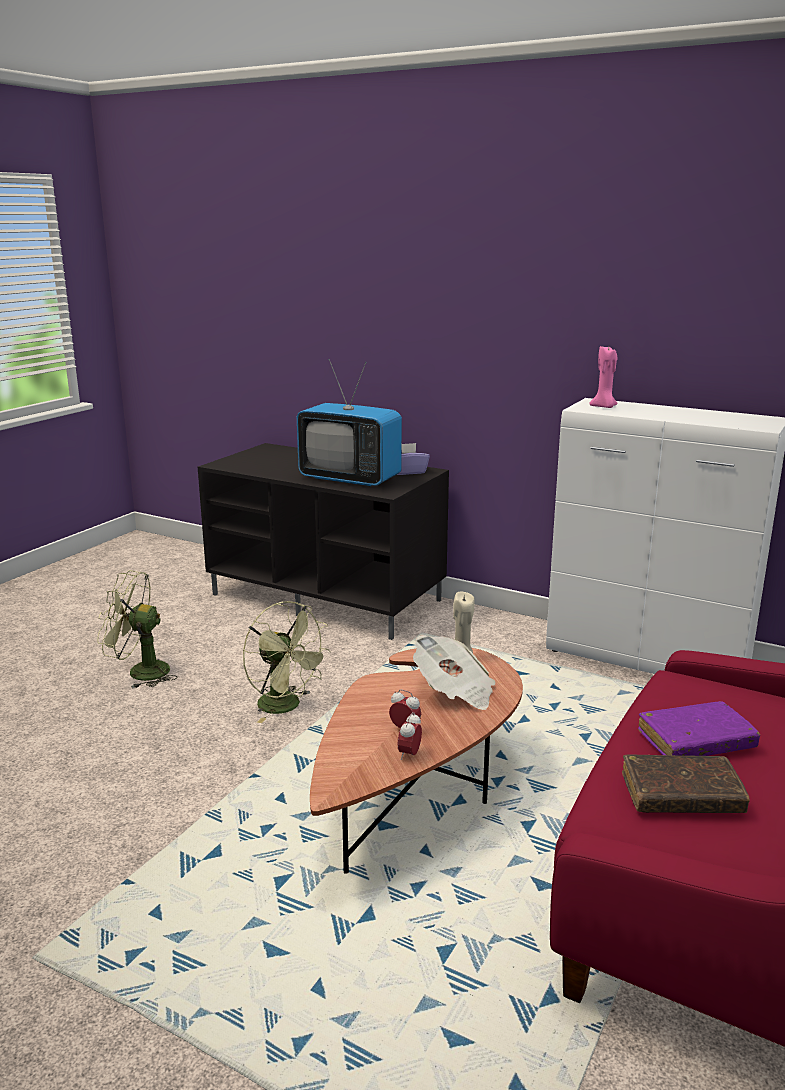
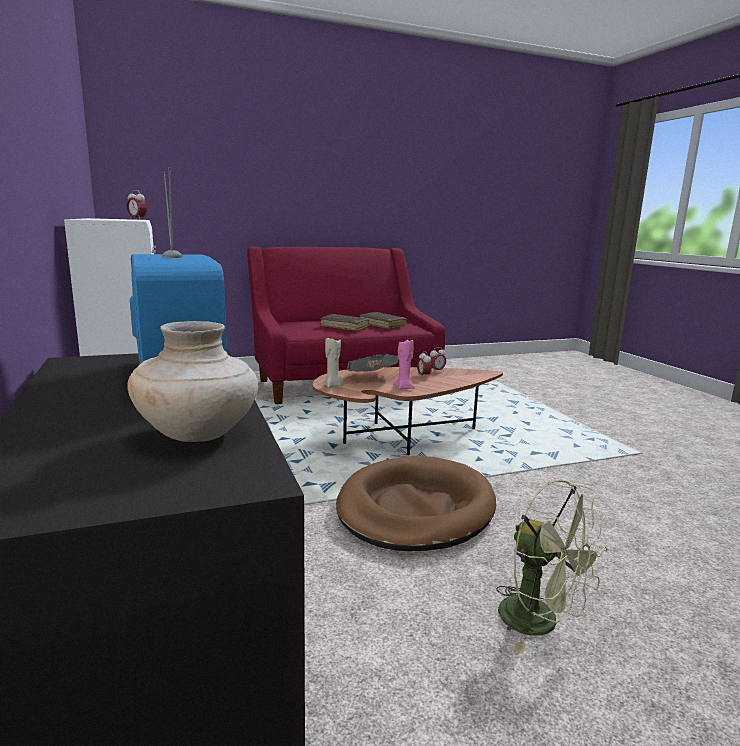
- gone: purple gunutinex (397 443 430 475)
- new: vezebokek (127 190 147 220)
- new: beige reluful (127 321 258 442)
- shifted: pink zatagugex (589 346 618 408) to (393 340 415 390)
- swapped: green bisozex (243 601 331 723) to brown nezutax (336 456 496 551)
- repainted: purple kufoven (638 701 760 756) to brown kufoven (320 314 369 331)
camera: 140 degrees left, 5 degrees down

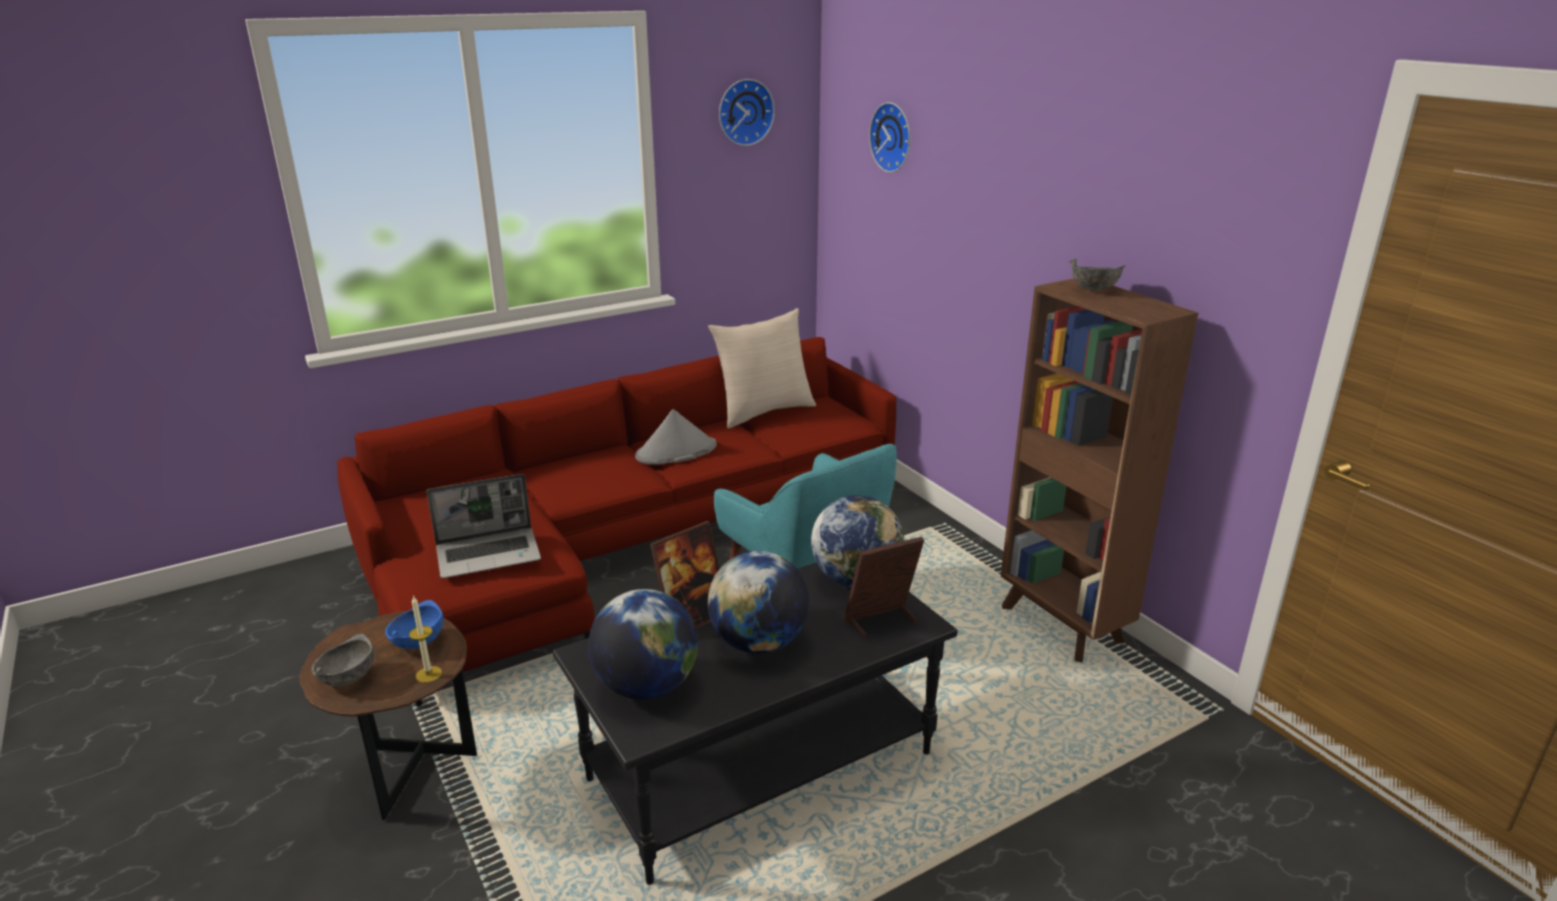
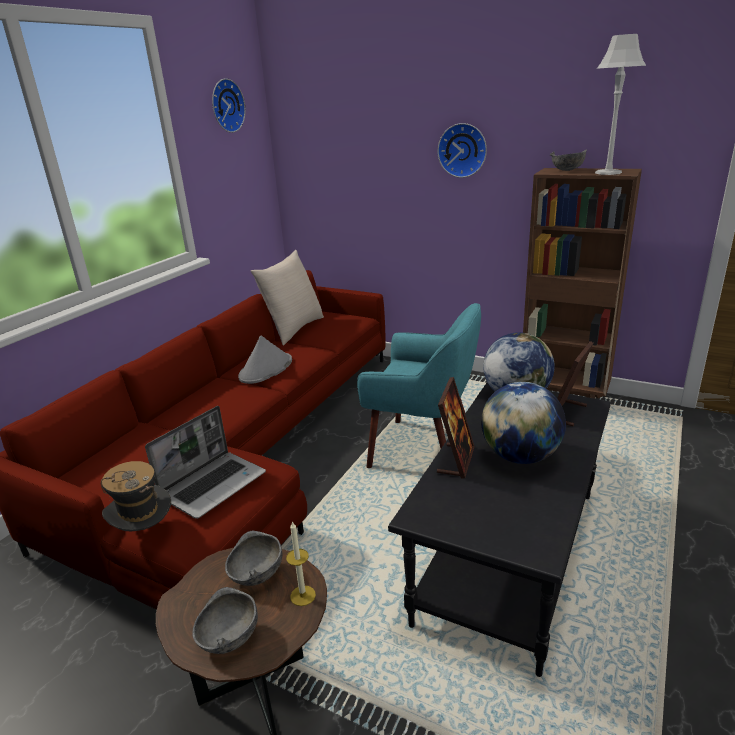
- gone: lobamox (588 589 698 700)
- new: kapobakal (101 461 171 531)
- new: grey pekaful (595 34 647 175)
- shifted: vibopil (869 102 910 173) to (438 123 487 178)
- repainted: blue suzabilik (385 600 444 649) to grey suzabilik (225 531 282 586)
camera: 30 degrees left, 0 degrees up

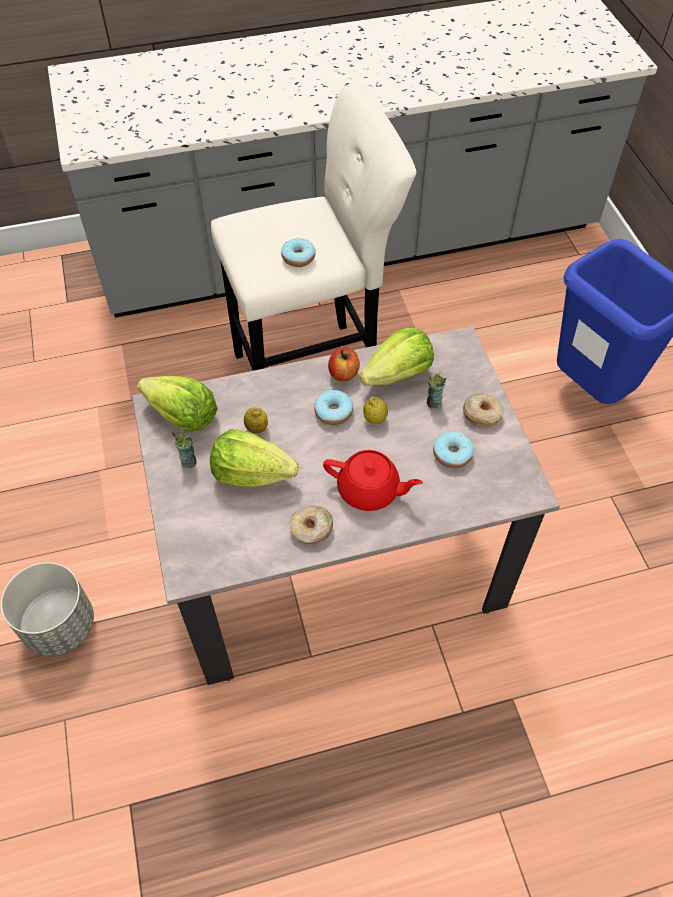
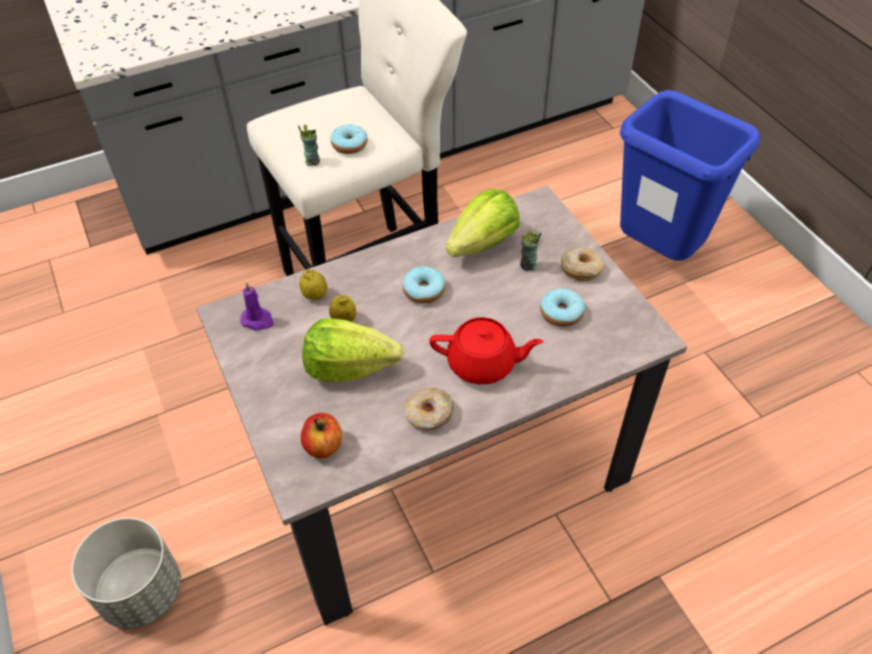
- shifted: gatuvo (172 430 197 468) to (298 124 320 166)
- shifted: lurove (328 347 360 382) to (301 413 342 458)
- shifted: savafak (363 396 388 424) to (300 269 327 300)
- swapped: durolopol (137 376 218 431) to purple zatagugex (241 282 274 330)
camera: 10 degrees left, 5 degrees down

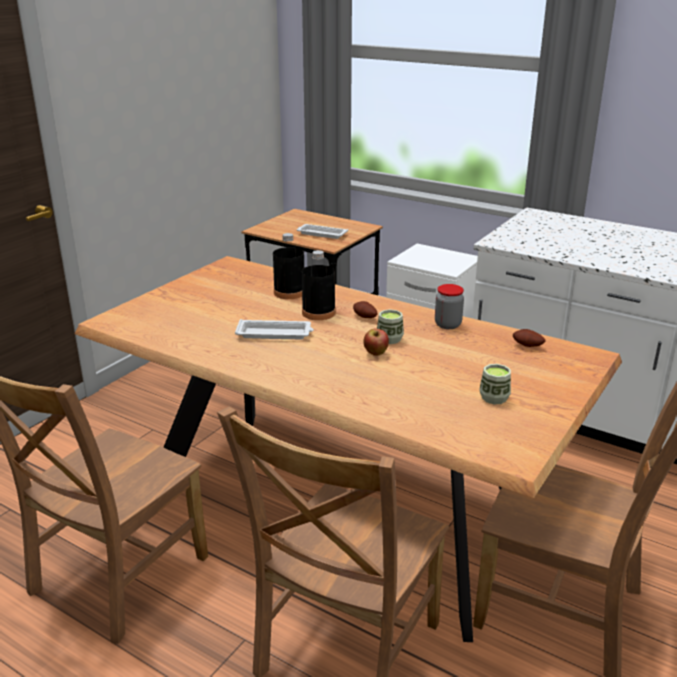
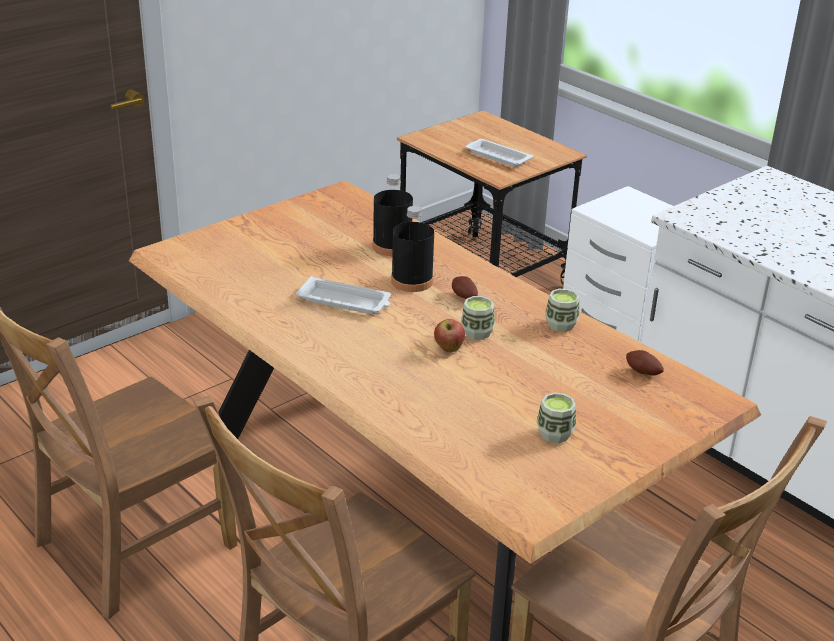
- swapped: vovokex (435 284 464 329) to gatuvo (545 289 579 332)
camera: 15 degrees right, 5 degrees up

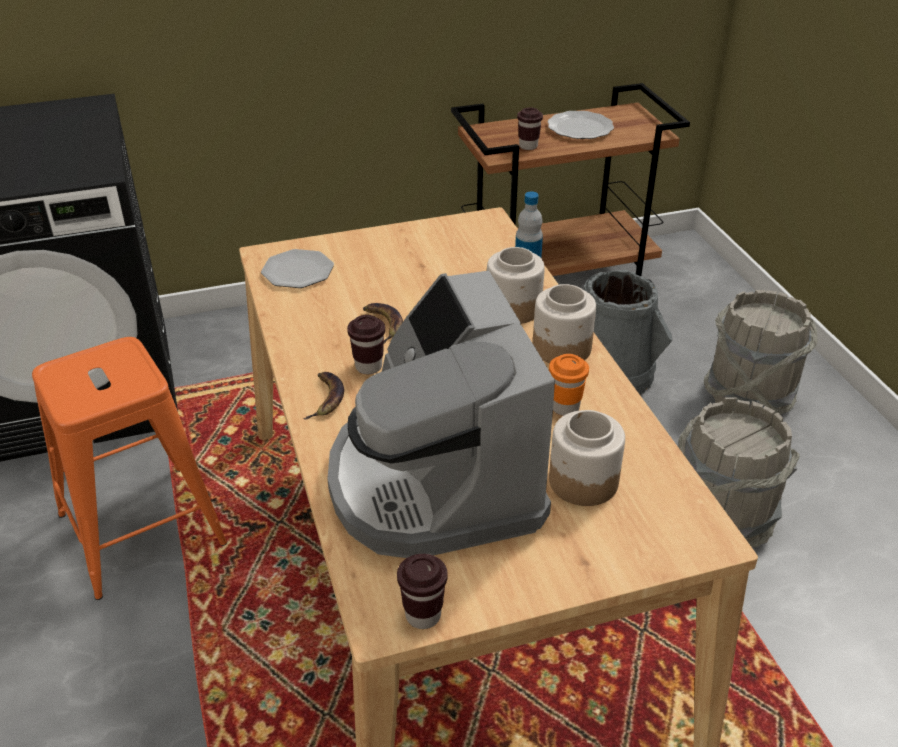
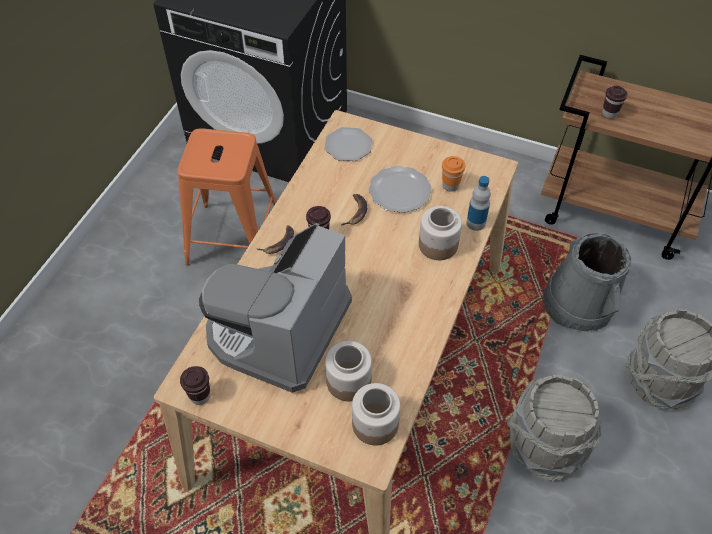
- shifted: vovokex (533 284 596 363) to (352 383 401 445)
- shifted: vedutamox (547 111 614 139) to (369 166 432 213)
- shifted: orange gatuvo (549 354 589 416) to (442 156 465 192)
camera: 40 degrees right, 15 degrees up

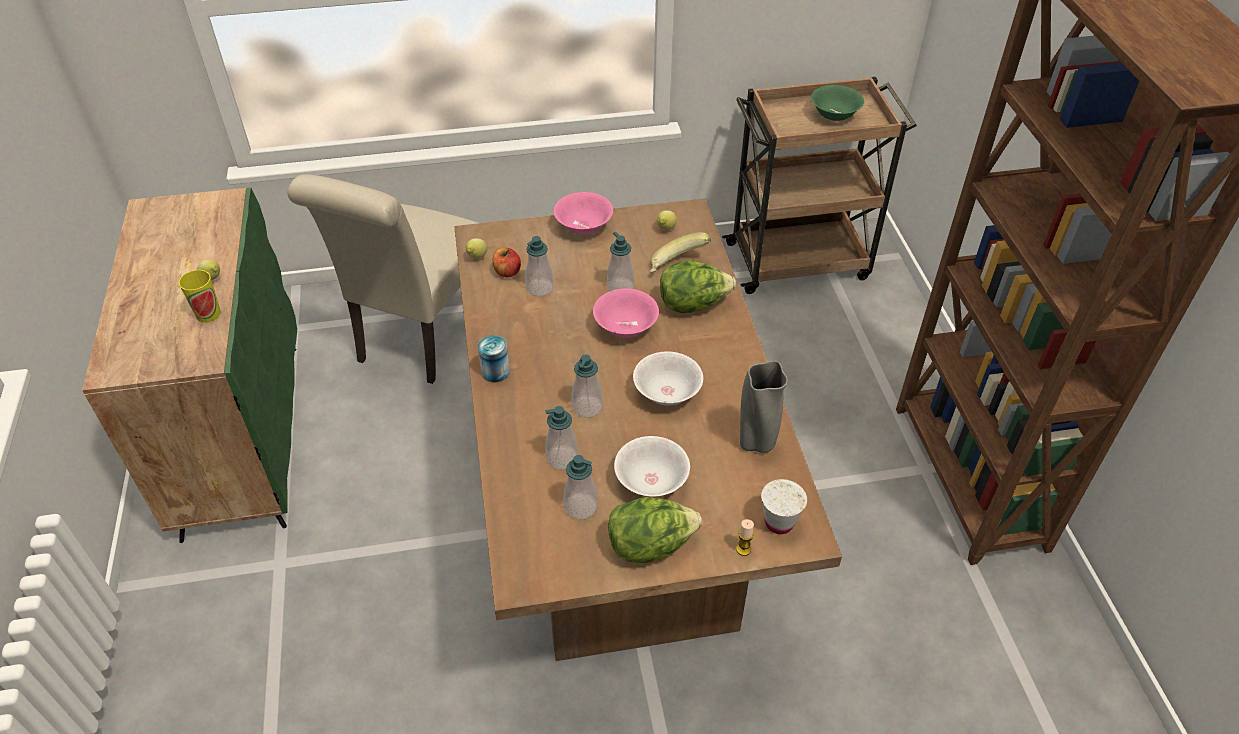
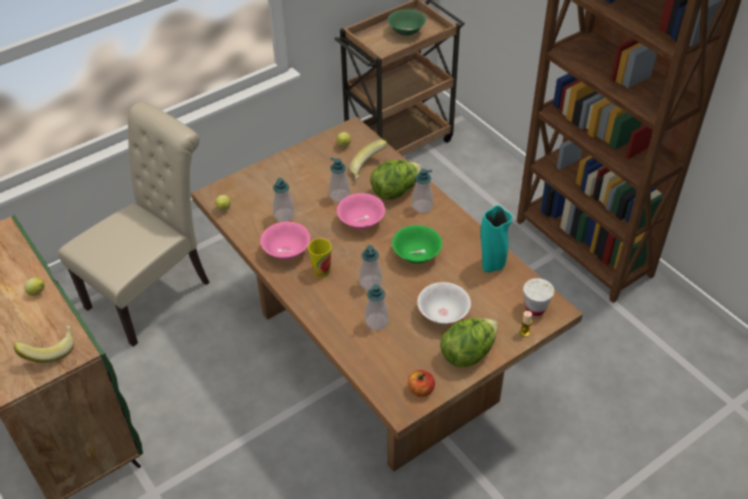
- gone: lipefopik (478 335 510 383)
- new: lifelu (14 326 74 363)
- shifted: gatuvo (179 270 221 322) to (308 238 331 278)
- shifted: lurove (492 248 521 277) to (408 370 435 397)
- shifted: pink suzabilik (554 192 613 235) to (260 222 310 260)
- shifted: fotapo (564 455 597 520) to (412 169 433 213)
- repainted: white suzabilik (633 352 703 406) to green suzabilik (392 225 442 264)
- repainted: grey reluful (740 360 788 453) to turquoise reluful (481 205 513 273)
- rotated: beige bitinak (288 174 478 384) = (58 102 210 347) 135 degrees counterclockwise
camera: 25 degrees left, 0 degrees up

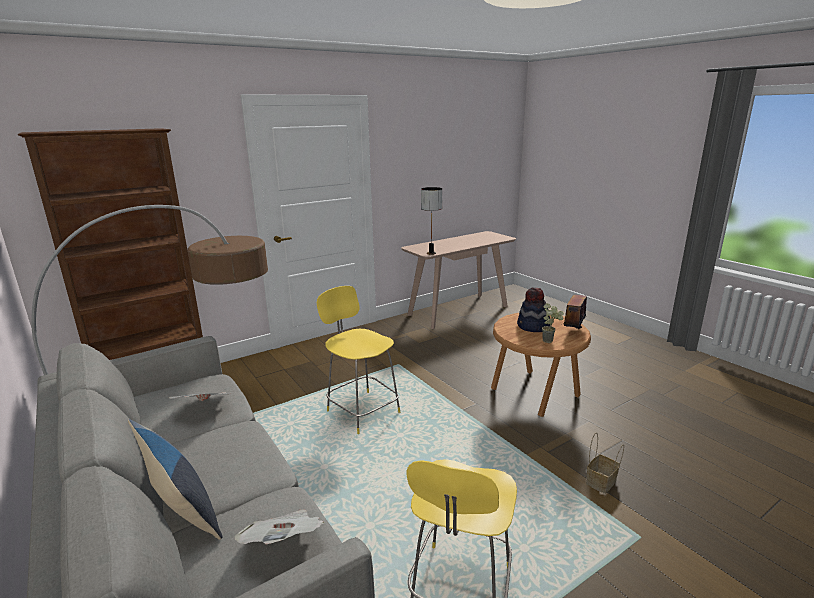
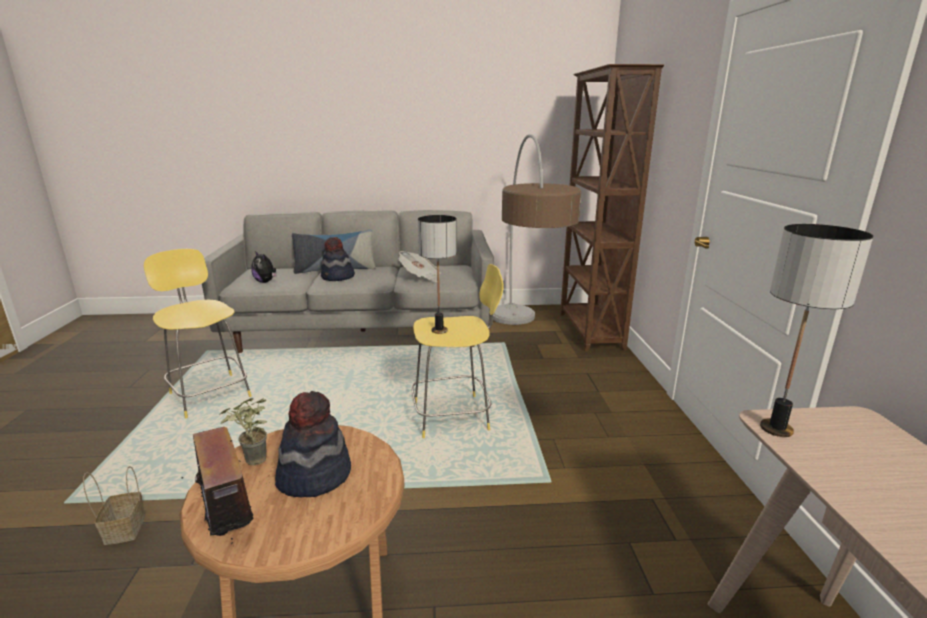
- new: kapobakal (321 237 355 281)
- new: pekaful (418 215 457 334)
- swapped: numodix (234 509 325 544) to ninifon (251 251 277 283)
camera: 120 degrees right, 0 degrees up

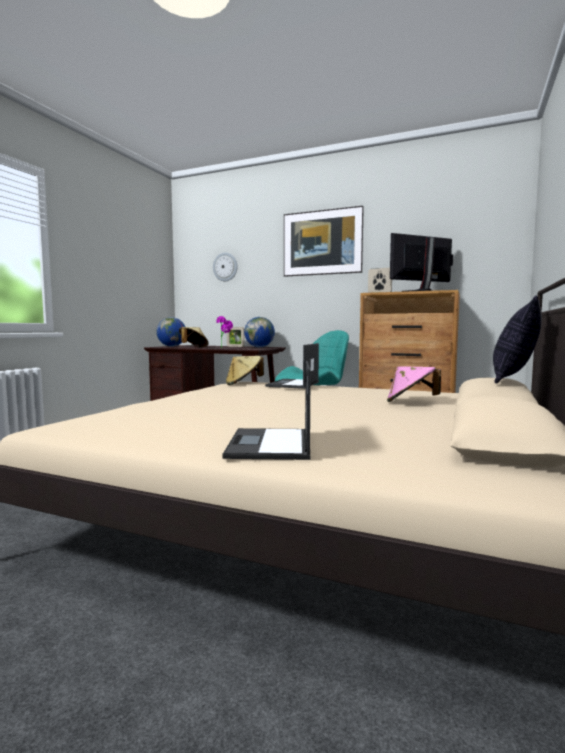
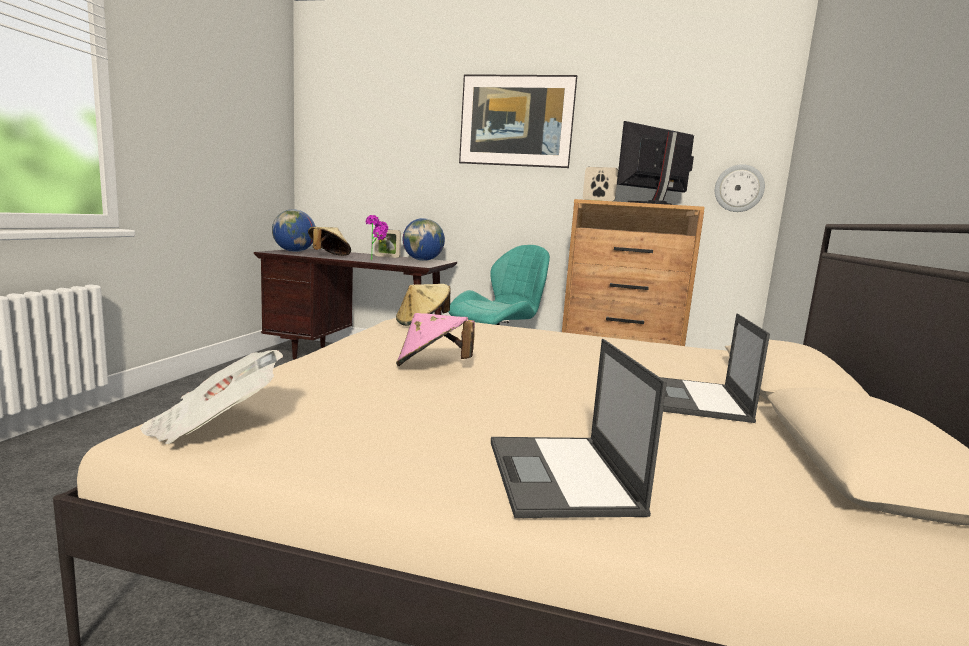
- gone: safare (493 296 542 384)
- new: numodix (140 350 283 444)
- shifted: vibopil (213 252 238 281) to (715 164 765 212)
- shifted: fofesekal (265 343 319 389) to (660 313 770 423)
- shifted: pink kapobakal (387 366 441 402) to (396 313 475 366)
camera: 10 degrees left, 5 degrees up

